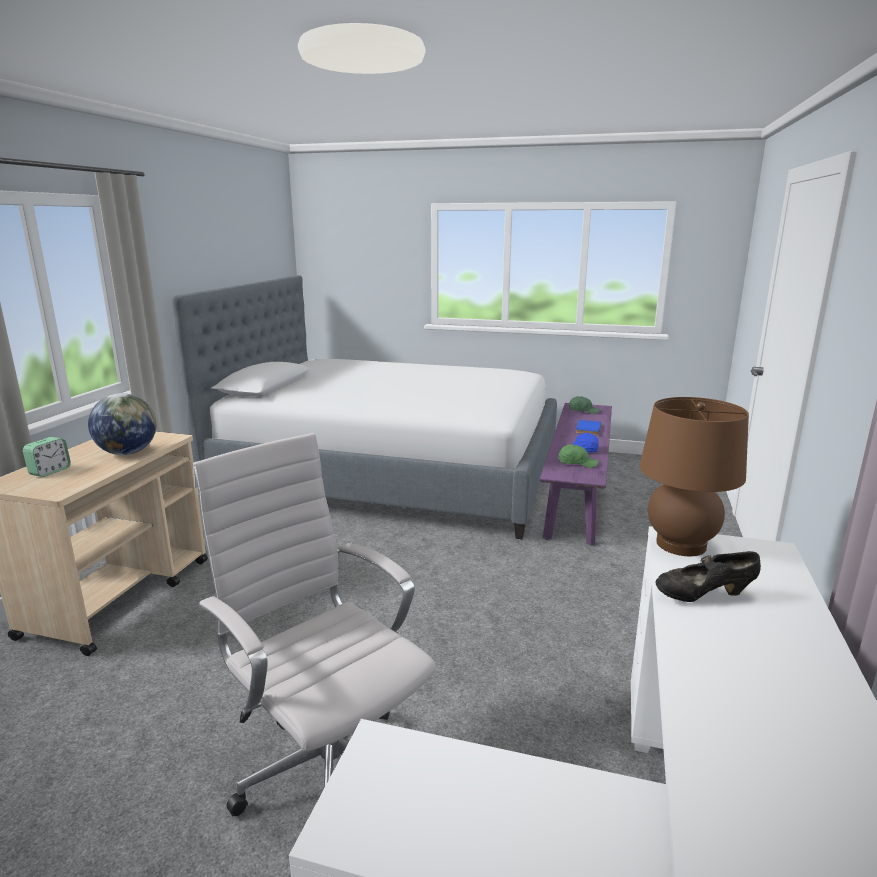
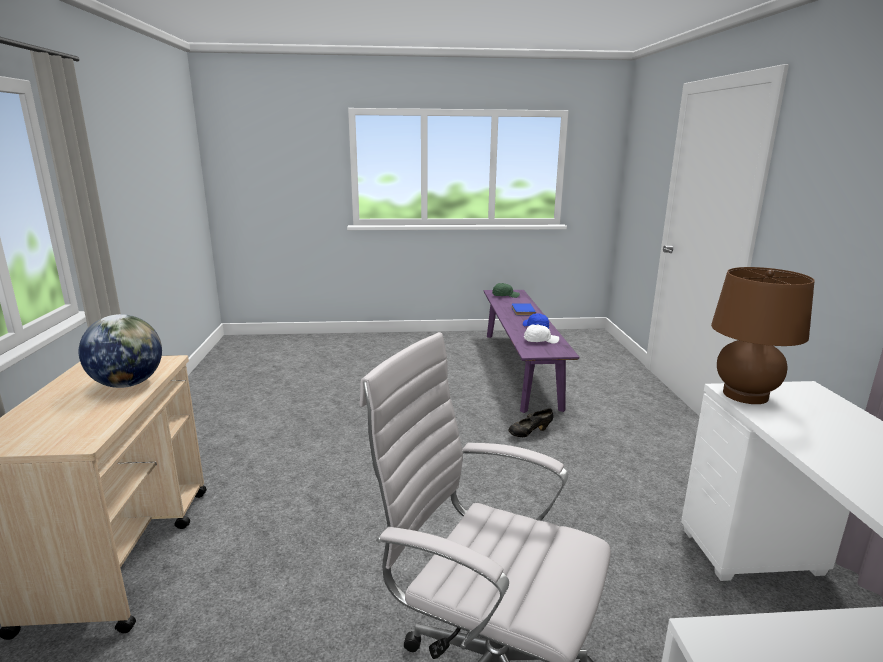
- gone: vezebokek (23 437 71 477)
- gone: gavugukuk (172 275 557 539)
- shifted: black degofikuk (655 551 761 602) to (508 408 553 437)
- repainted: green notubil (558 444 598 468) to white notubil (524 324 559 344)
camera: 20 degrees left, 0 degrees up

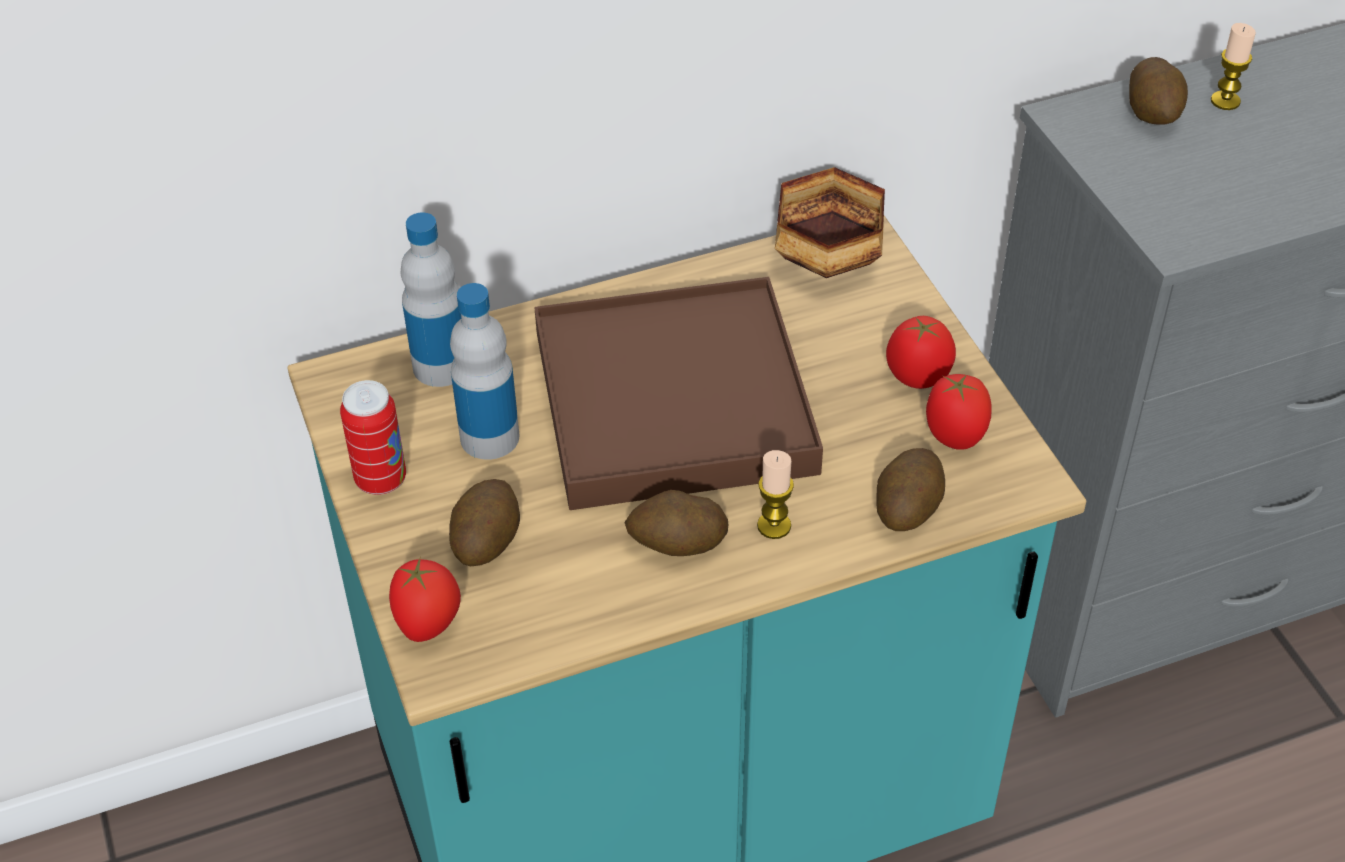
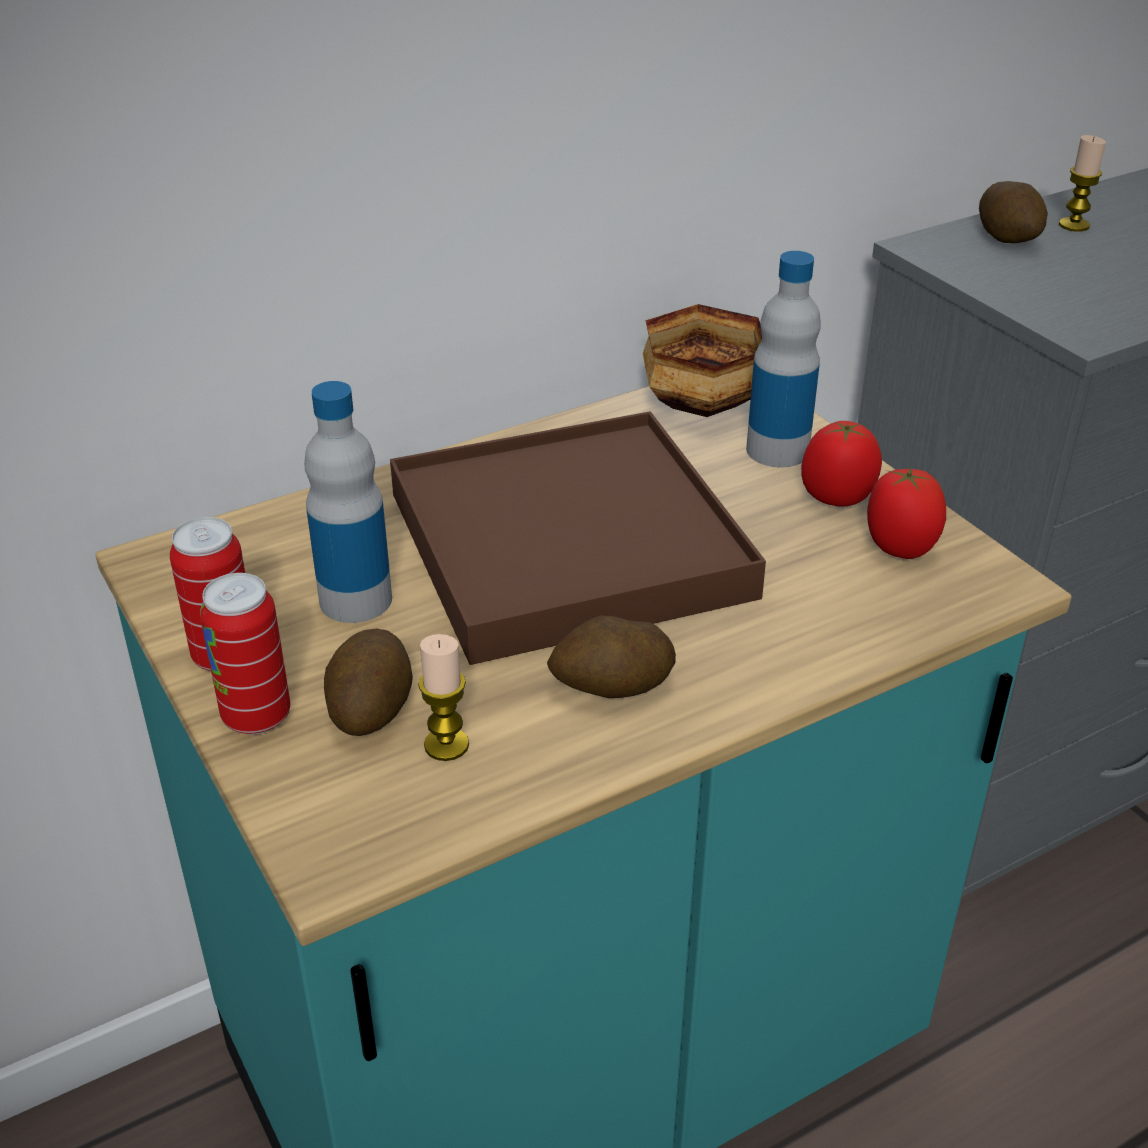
- gone: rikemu (389 556 461 642)
- gone: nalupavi (876 448 945 531)
- new: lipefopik (200 573 290 735)
- shifted: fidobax (401 212 461 387) to (746 251 821 468)
- shifted: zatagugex (757 450 794 539) to (418 634 469 761)
camera: 10 degrees left, 10 degrees down

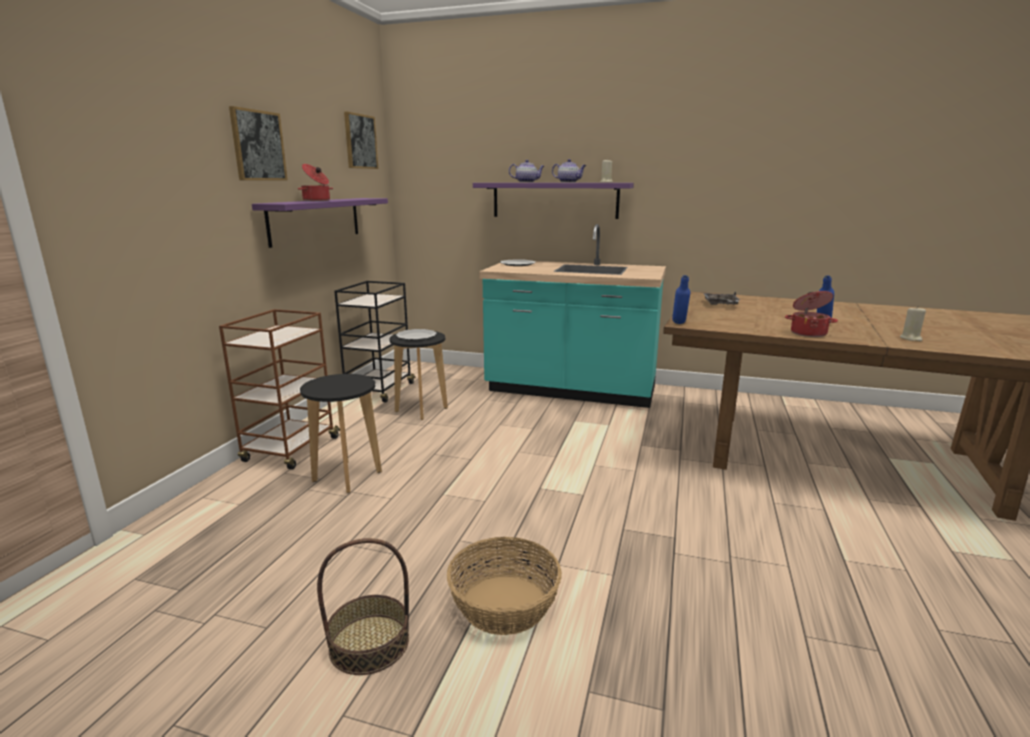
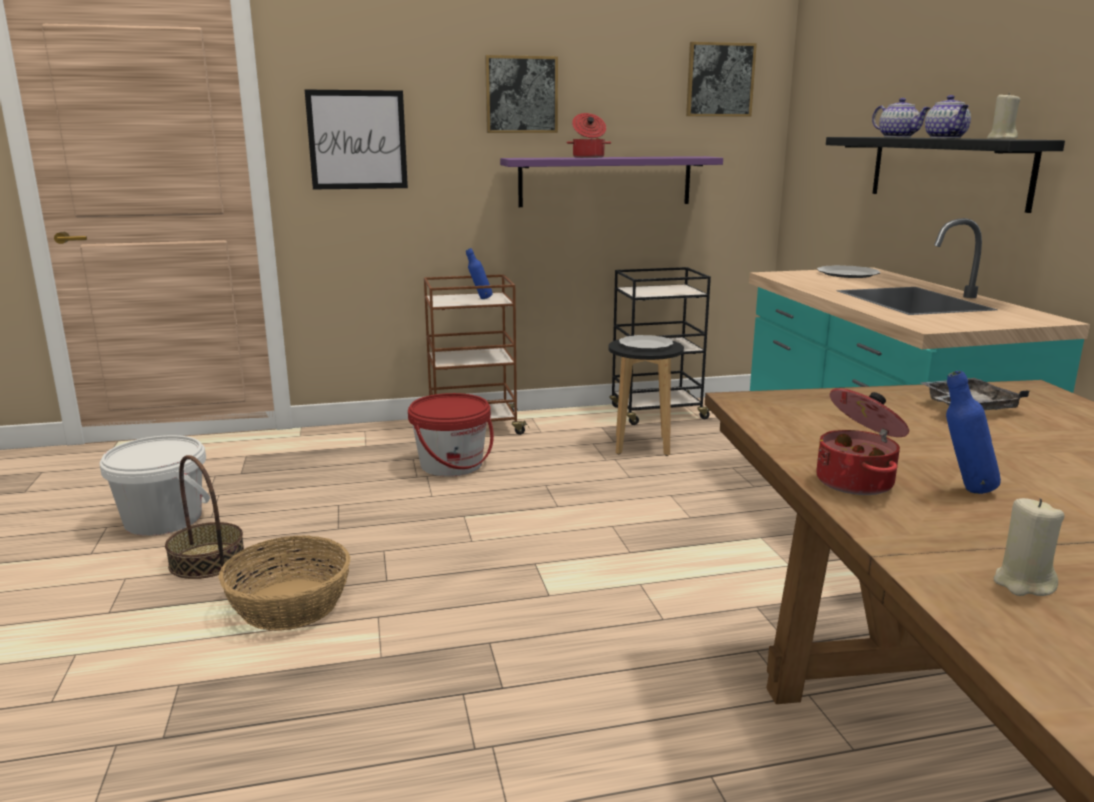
- new: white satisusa (100 435 210 536)
- new: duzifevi (305 90 408 189)
- shifted: blue fidobax (672 275 690 324) to (466 248 493 299)
- swapped: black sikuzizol (300 374 382 493) to red satisusa (408 393 494 477)
- repainted: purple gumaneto (473 183 634 219) to black gumaneto (826 137 1065 213)
camera: 60 degrees right, 0 degrees up

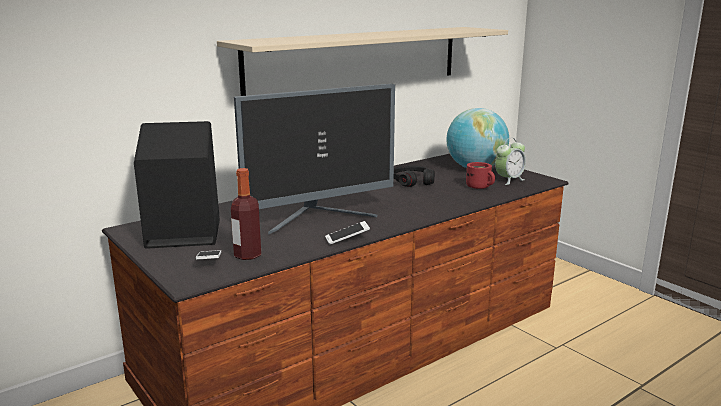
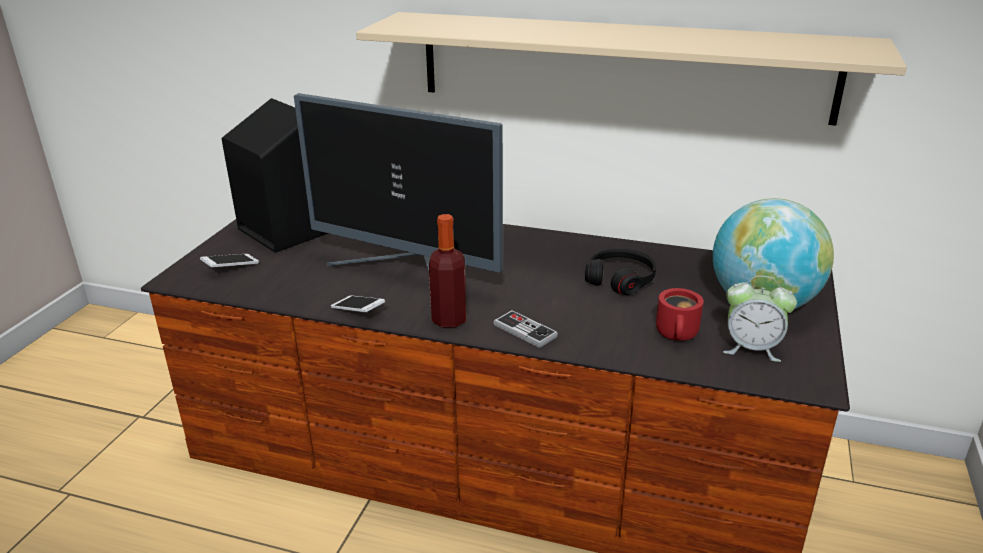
- new: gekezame (494 310 558 348)
- shifted: fidobax (231 168 261 260) to (429 214 466 327)
camera: 55 degrees right, 10 degrees up

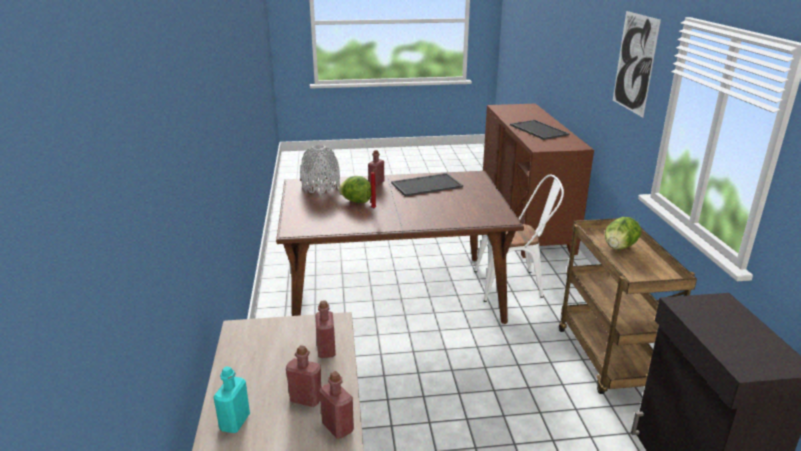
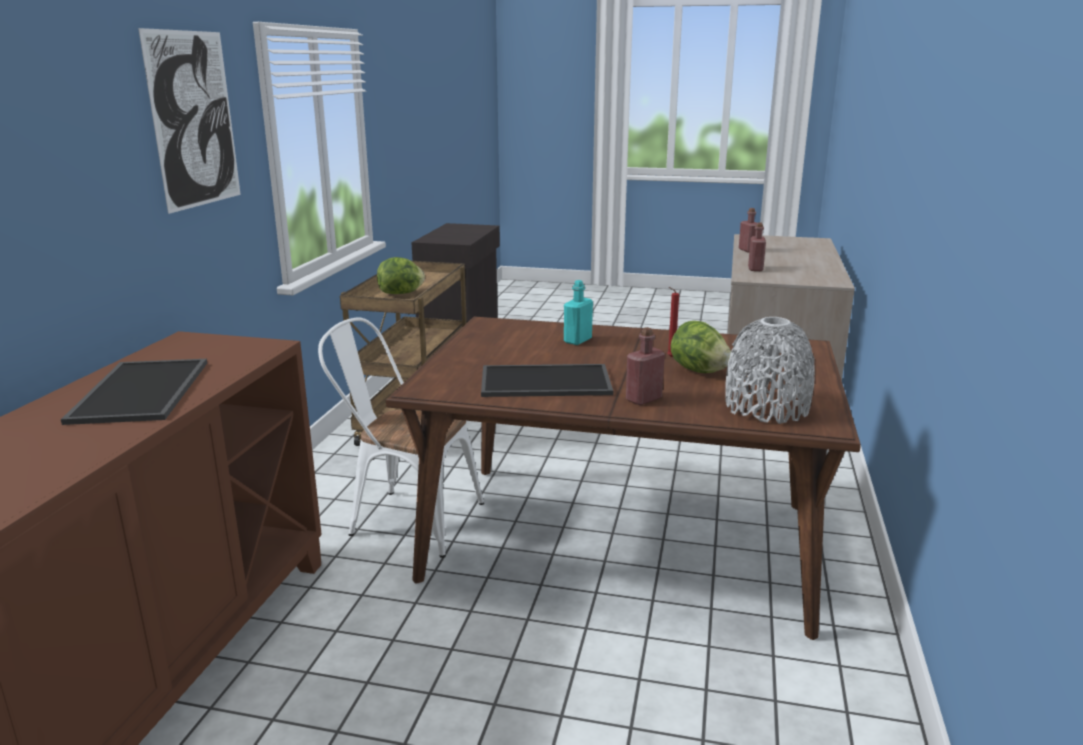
- gone: red fidobax (286 345 321 407)
- shifted: turquoise fidobax (213 366 250 433) to (564 280 593 345)
camera: 160 degrees left, 5 degrees down

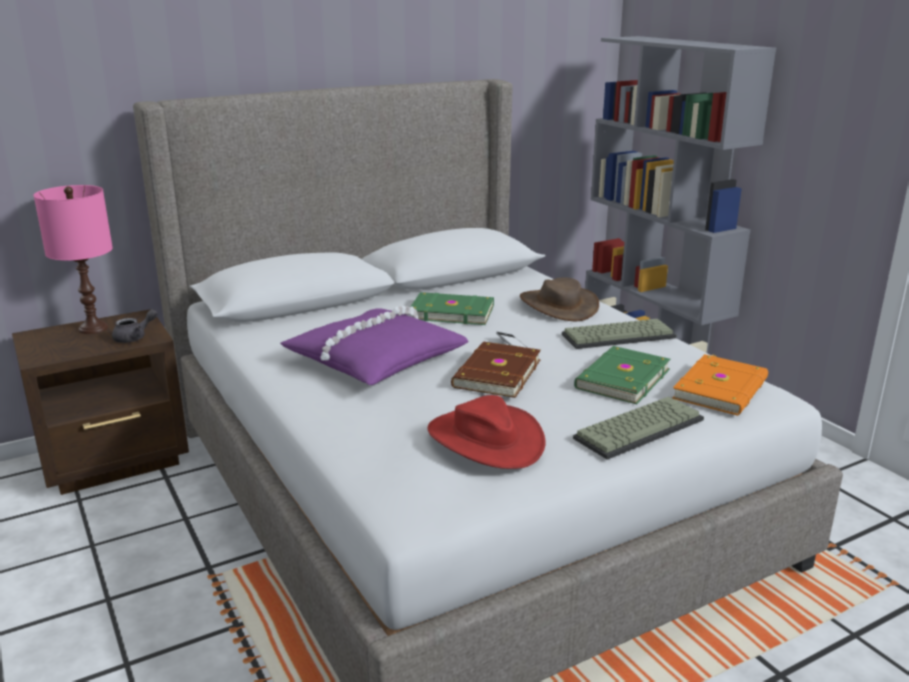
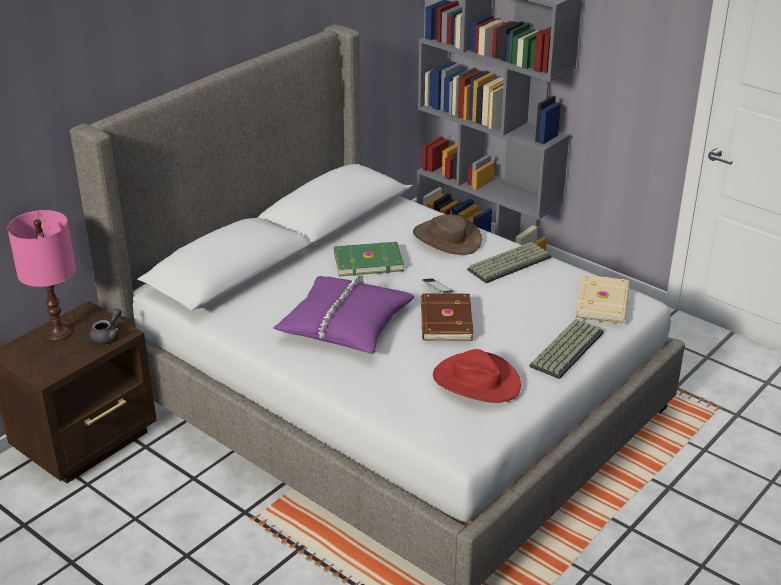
- gone: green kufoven (574 346 671 404)
- repainted: orange kufoven (673 354 768 416) to beige kufoven (575 274 630 324)
camera: 20 degrees left, 10 degrees up

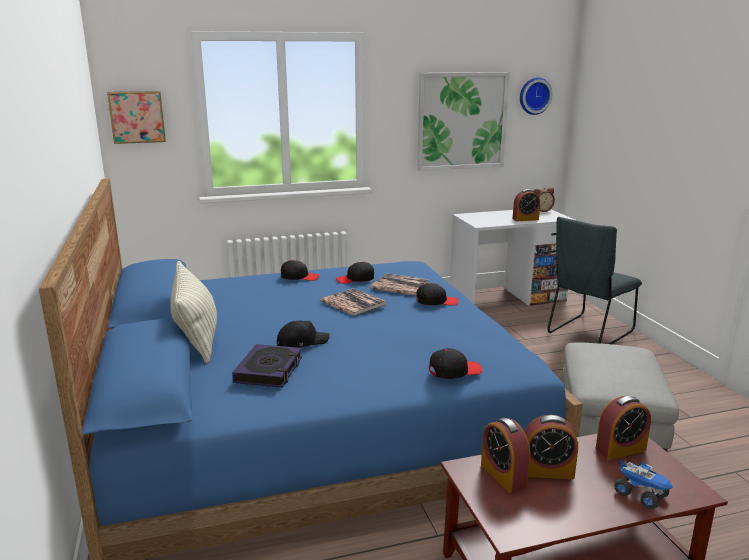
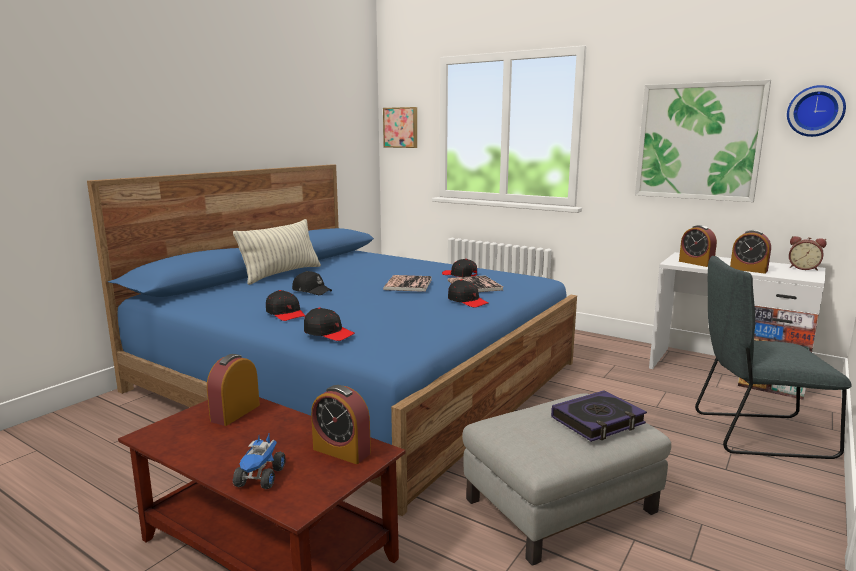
- shifted: kufoven (232 344 302 388) to (551 390 647 442)
- shifted: black notubil (281 260 319 281) to (266 290 305 321)
- shifted: vezebokek (525 415 578 479) to (679 225 717 267)
camera: 50 degrees right, 5 degrees down

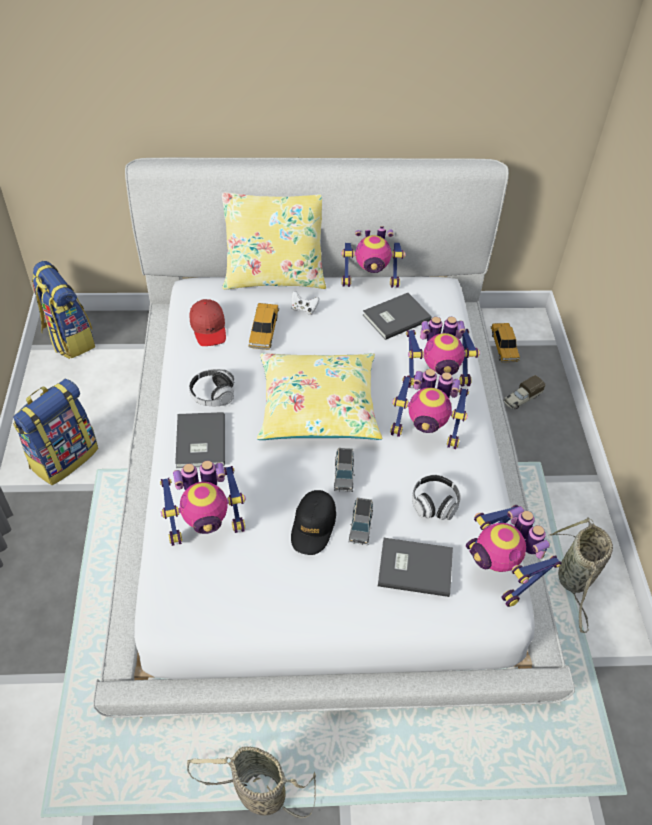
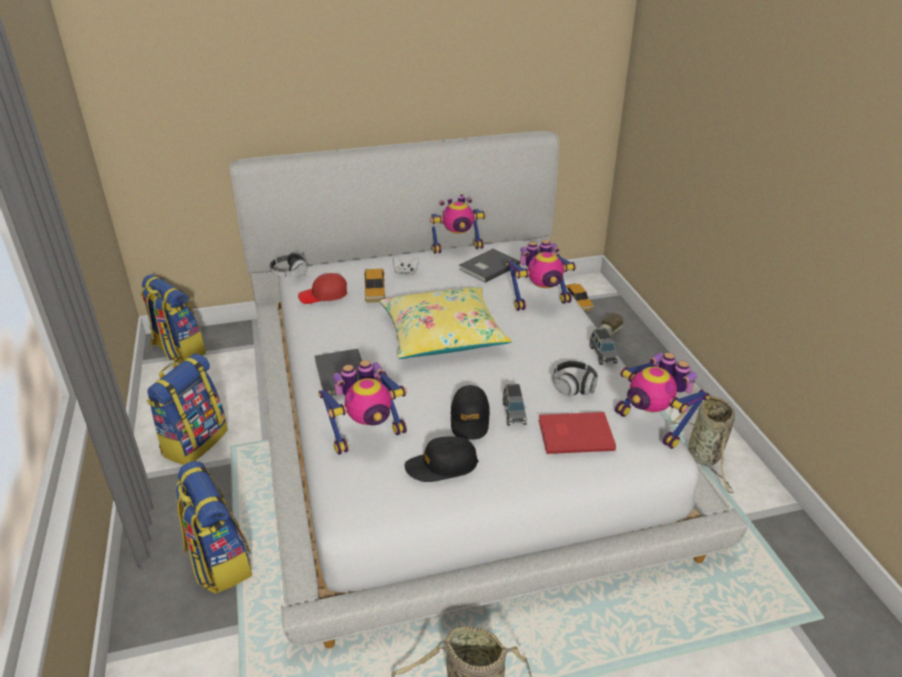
- gone: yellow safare (222 192 326 290)
- gone: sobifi (390 369 469 449)
- new: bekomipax (176 461 252 594)
- new: black notubil (405 436 478 482)
- shifted: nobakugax (189 369 235 406) to (269 252 308 278)
- shifted: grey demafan (334 448 354 492) to (590 328 618 365)
- repainted: grey kufoven (378 538 453 597) to red kufoven (538 412 616 454)
- rotated: red notubil (190 299 226 346) = (298 273 347 304) 105 degrees clockwise
camera: 10 degrees left, 15 degrees down

